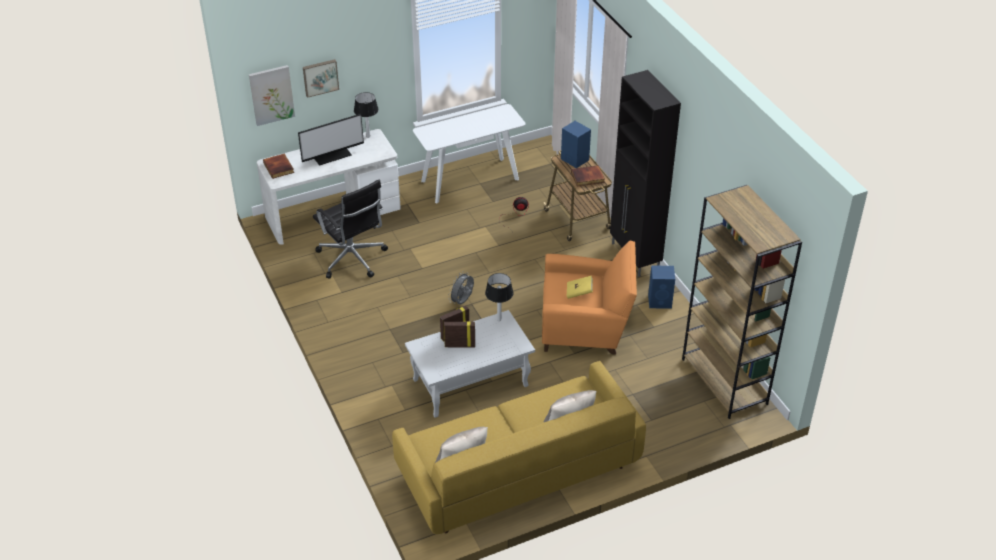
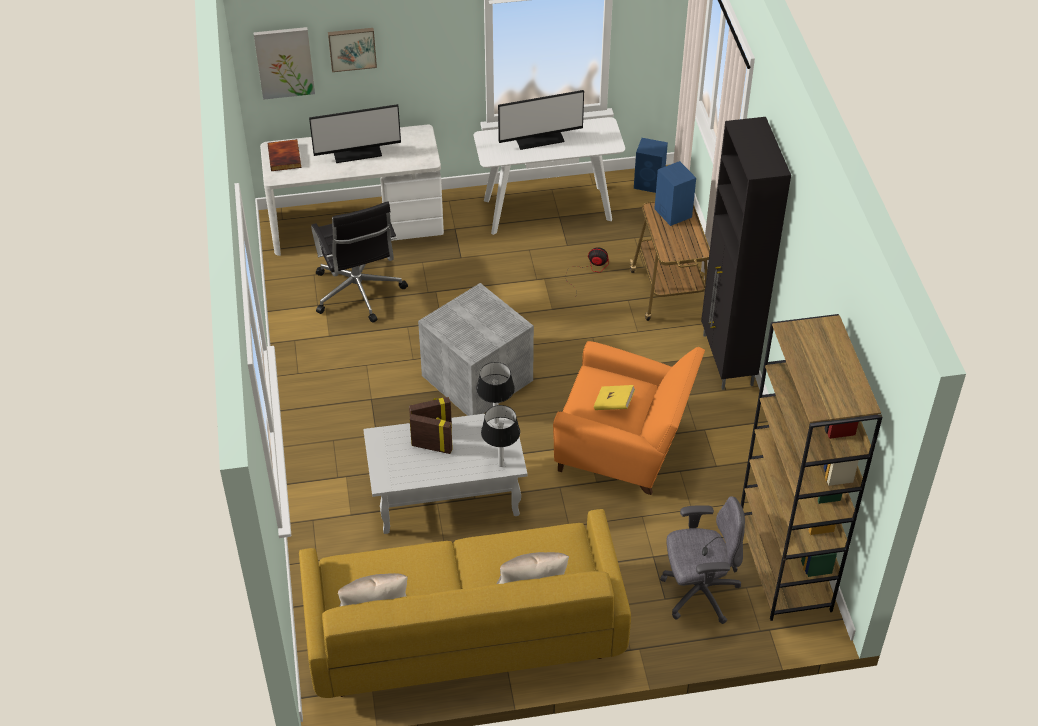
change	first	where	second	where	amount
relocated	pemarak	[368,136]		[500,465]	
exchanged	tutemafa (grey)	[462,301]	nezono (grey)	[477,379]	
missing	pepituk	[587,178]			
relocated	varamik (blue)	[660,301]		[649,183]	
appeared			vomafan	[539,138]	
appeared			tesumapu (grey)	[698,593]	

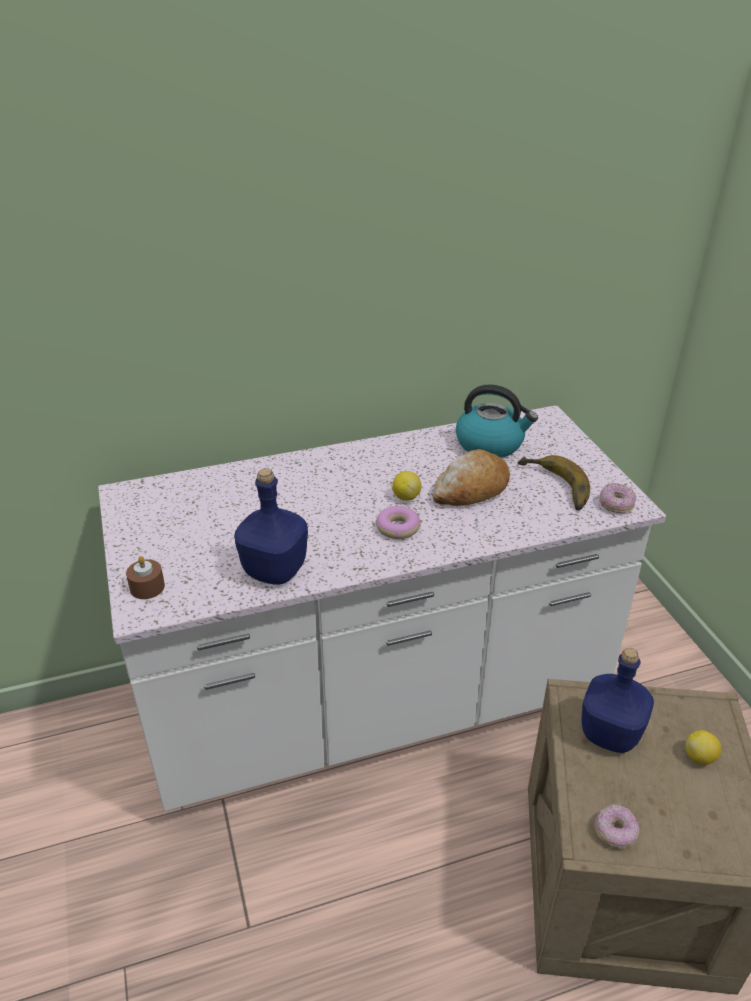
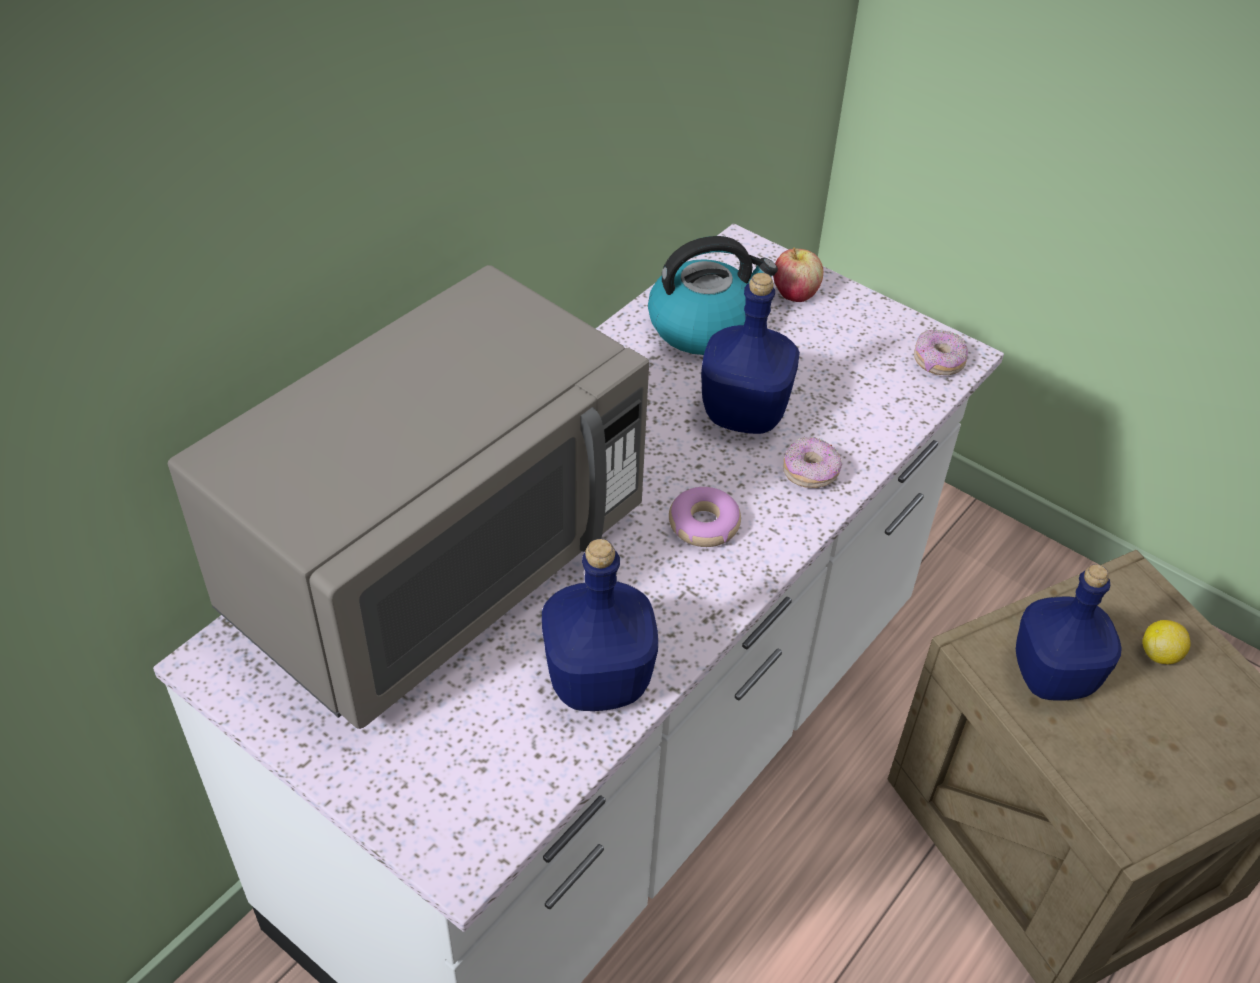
change	first	where	second	where	amount
missing	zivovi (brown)	[147,587]			
missing	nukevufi	[406,497]			
exchanged	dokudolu	[471,489]	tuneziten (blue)	[744,415]	
missing	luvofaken	[553,488]			
relocated	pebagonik	[615,832]		[810,473]	
appeared			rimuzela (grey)	[437,567]	
appeared			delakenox	[795,294]	

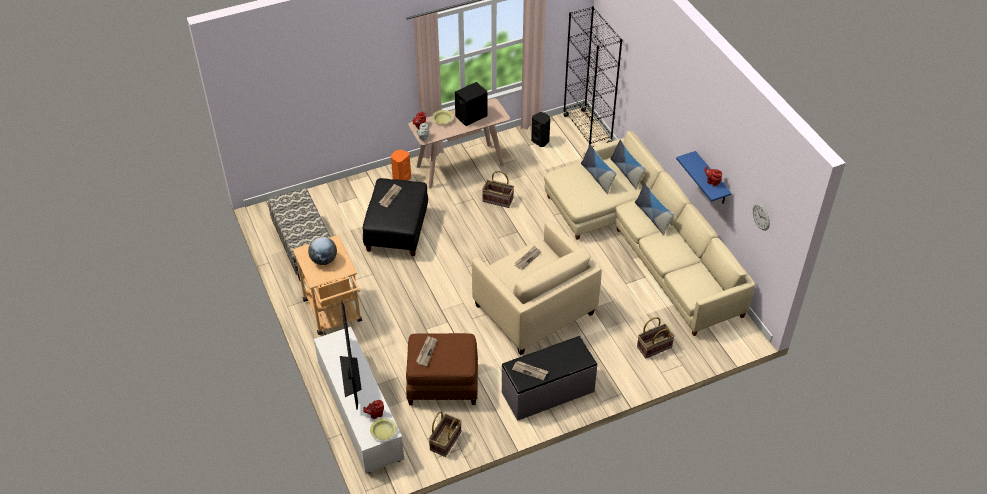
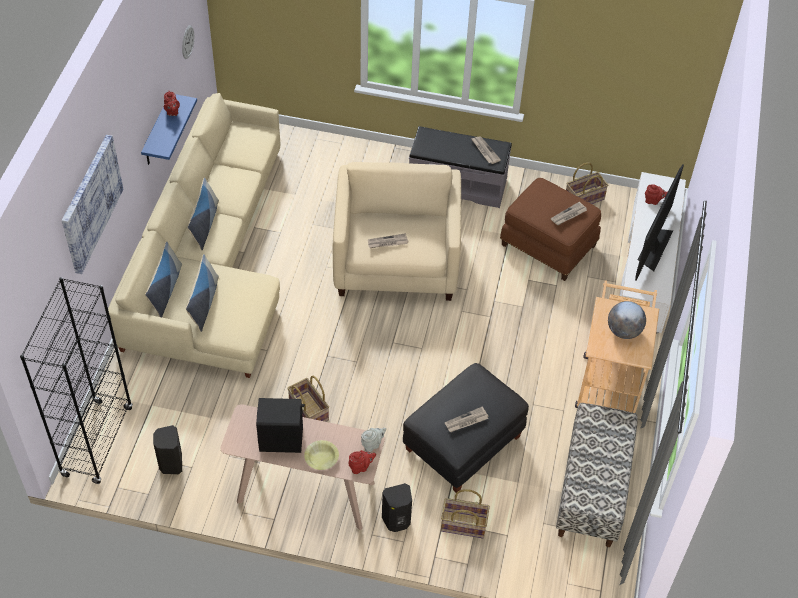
change	first	where	second	where	amount
missing	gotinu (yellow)	[383,431]			
colour	varamik (orange)	[401,179]	varamik (black)	[397,521]	
relocated	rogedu	[654,346]		[463,525]	
appeared			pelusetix	[90,203]	

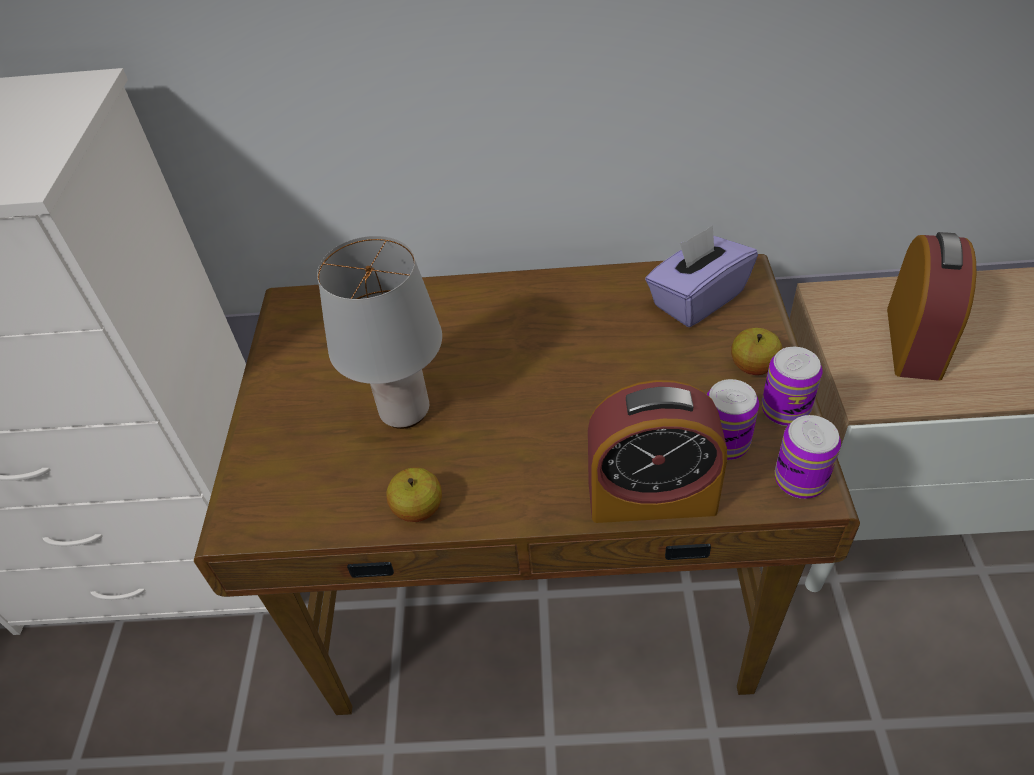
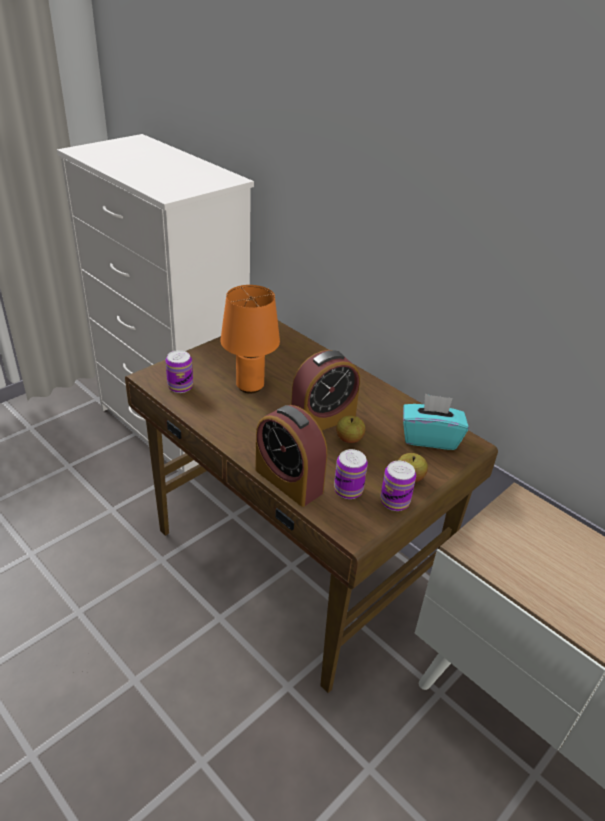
change	first	where	second	where	amount
colour	pemarak (grey)	[404,413]	pemarak (orange)	[249,387]	
relocated	delakenox	[418,509]		[349,439]	
colour	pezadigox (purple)	[696,299]	pezadigox (turquoise)	[430,438]	
relocated	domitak	[800,480]		[180,386]	
relocated	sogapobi	[913,342]		[323,419]	

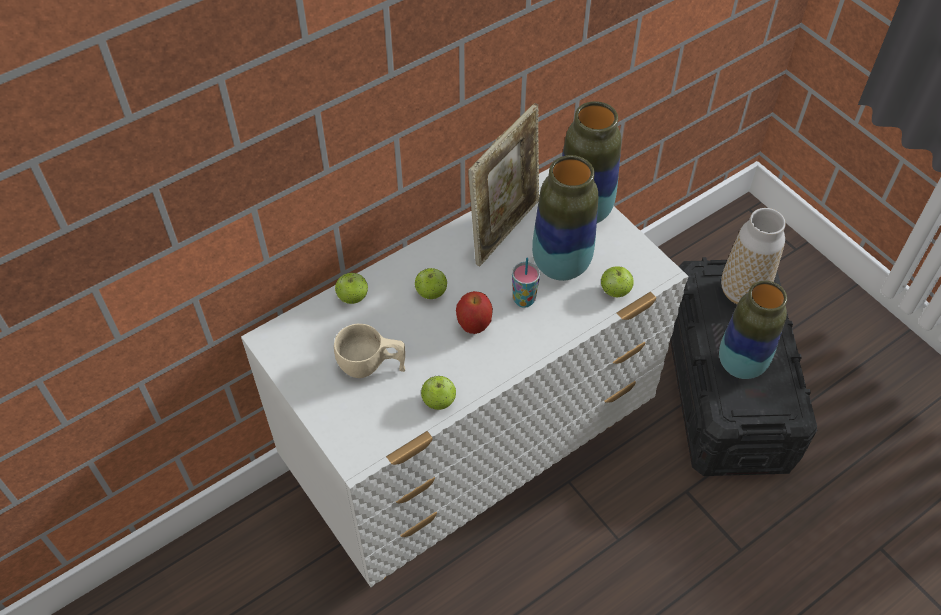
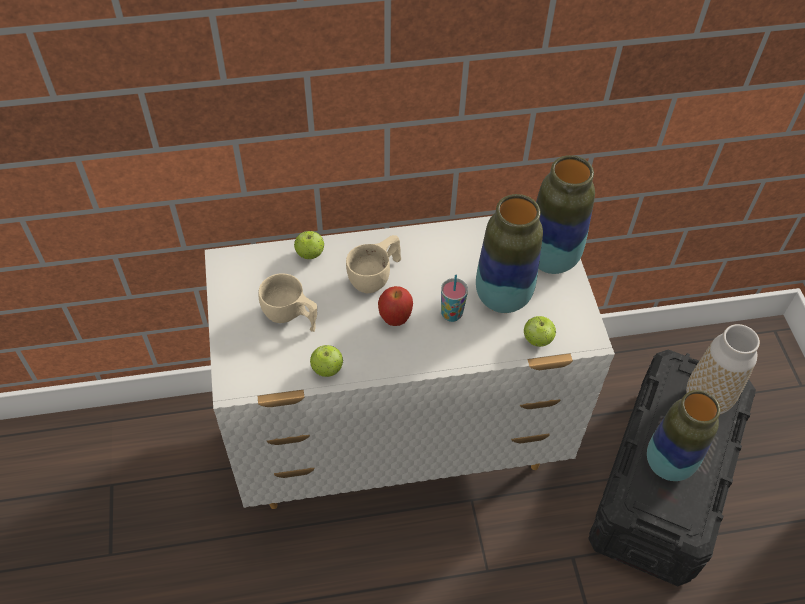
change	first	where	second	where	amount
exchanged	delakenox	[431,293]	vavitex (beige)	[376,276]	
missing	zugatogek	[505,229]			

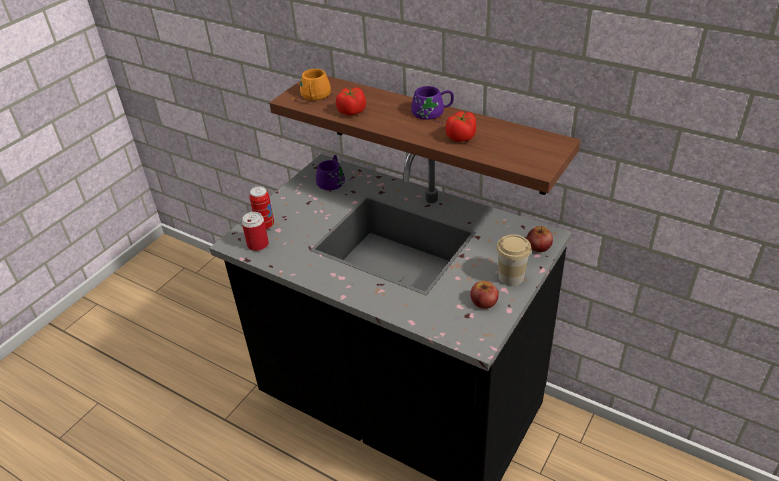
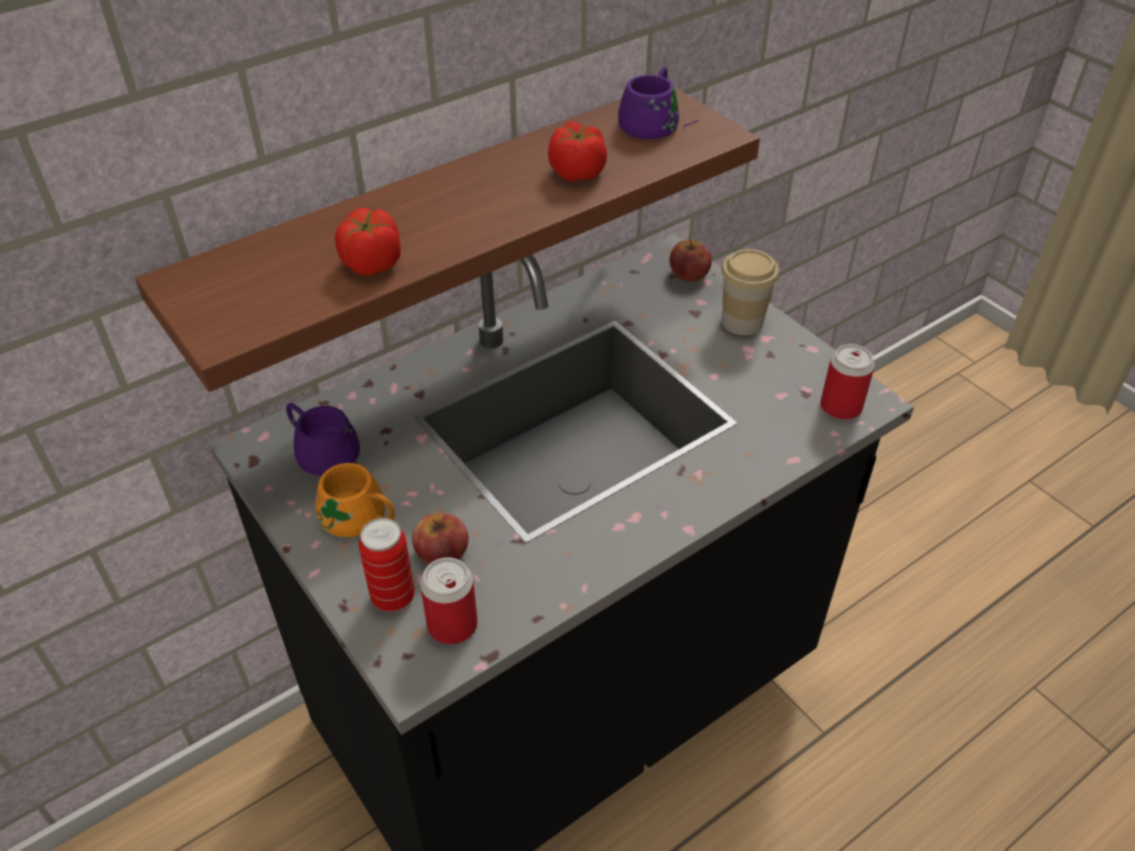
change	first	where	second	where	amount
relocated	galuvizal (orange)	[311,96]		[356,522]	
relocated	galuvizal (purple)	[432,114]		[657,122]	
relocated	delakenox	[484,302]		[442,551]	
appeared			domitak	[841,407]	

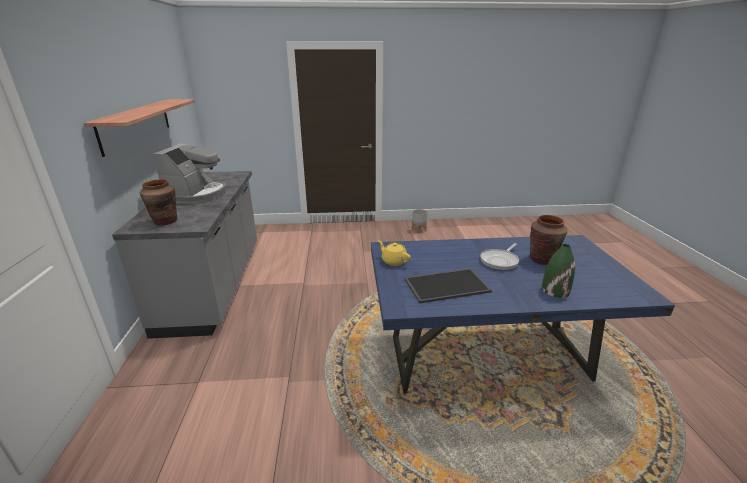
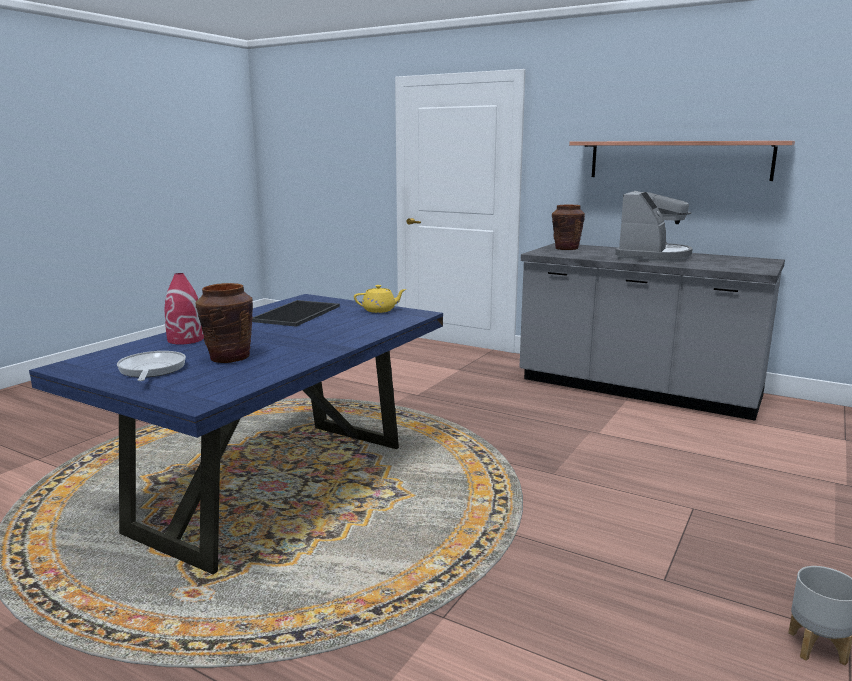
change	first	where	second	where	amount
spun	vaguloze	[197,195]		[652,256]	105 degrees counterclockwise
relocated	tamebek	[500,261]		[151,370]	
colour	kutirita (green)	[555,290]	kutirita (red)	[186,339]	

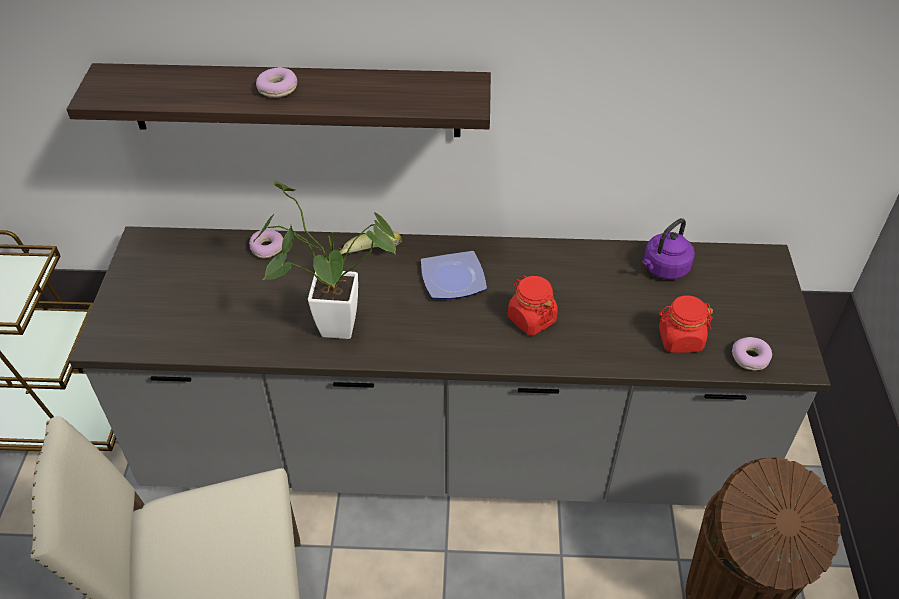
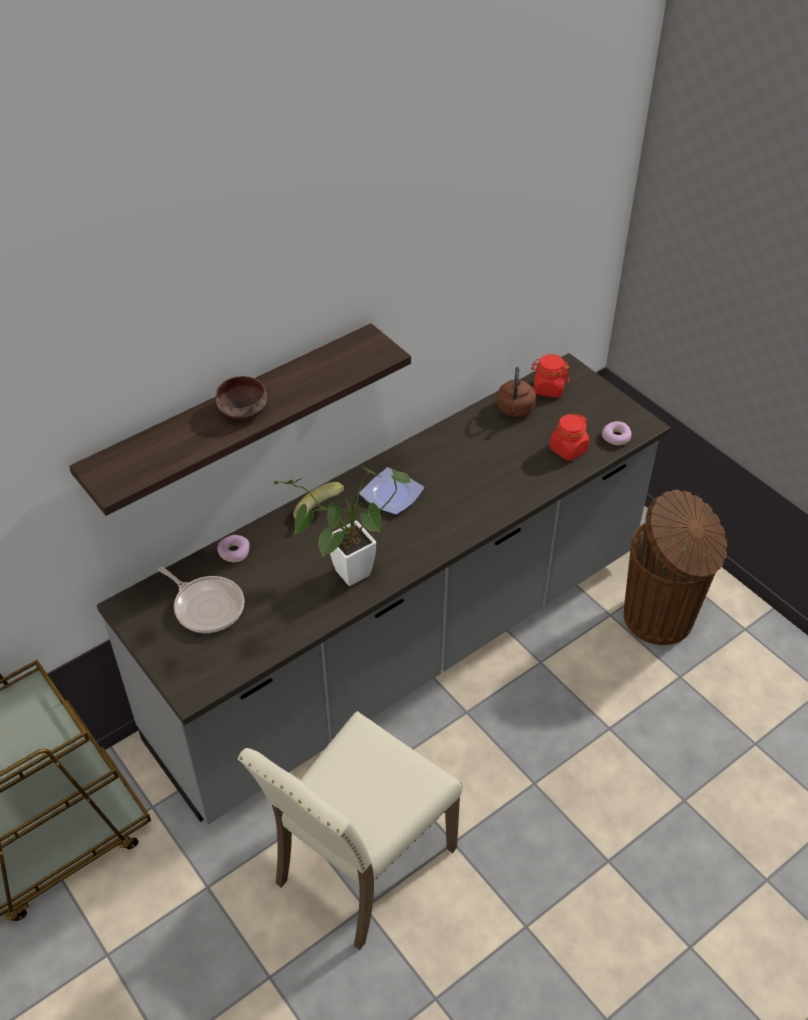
change	first	where	second	where	amount
exchanged	pebagonik	[277,89]	gotinu (brown)	[244,409]	
relocated	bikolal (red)	[531,319]		[548,388]	
colour	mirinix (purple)	[664,269]	mirinix (brown)	[515,410]	
appeared			tamebek	[207,606]	

